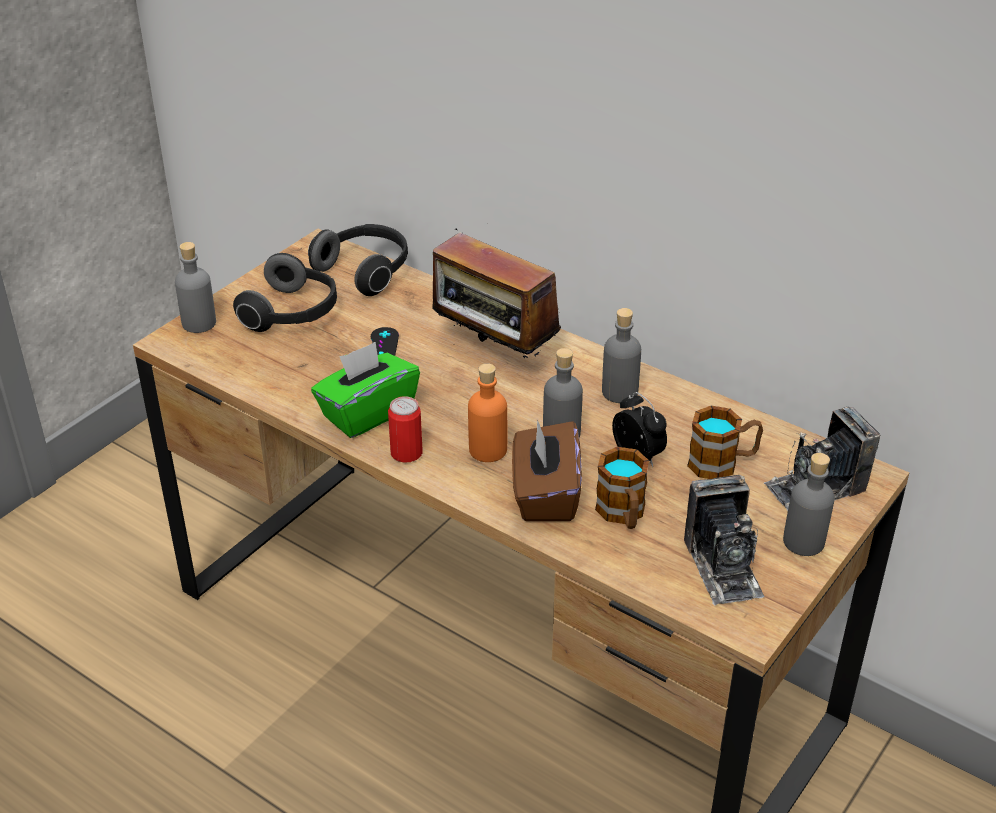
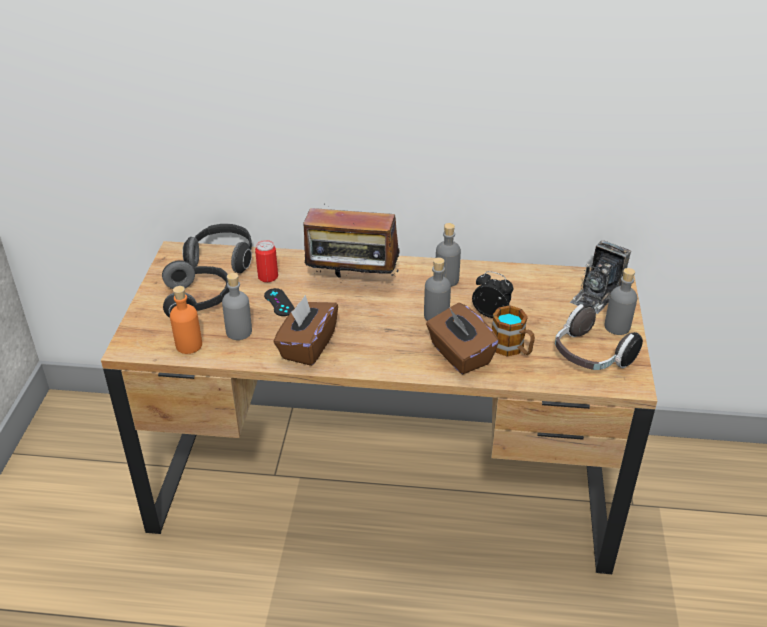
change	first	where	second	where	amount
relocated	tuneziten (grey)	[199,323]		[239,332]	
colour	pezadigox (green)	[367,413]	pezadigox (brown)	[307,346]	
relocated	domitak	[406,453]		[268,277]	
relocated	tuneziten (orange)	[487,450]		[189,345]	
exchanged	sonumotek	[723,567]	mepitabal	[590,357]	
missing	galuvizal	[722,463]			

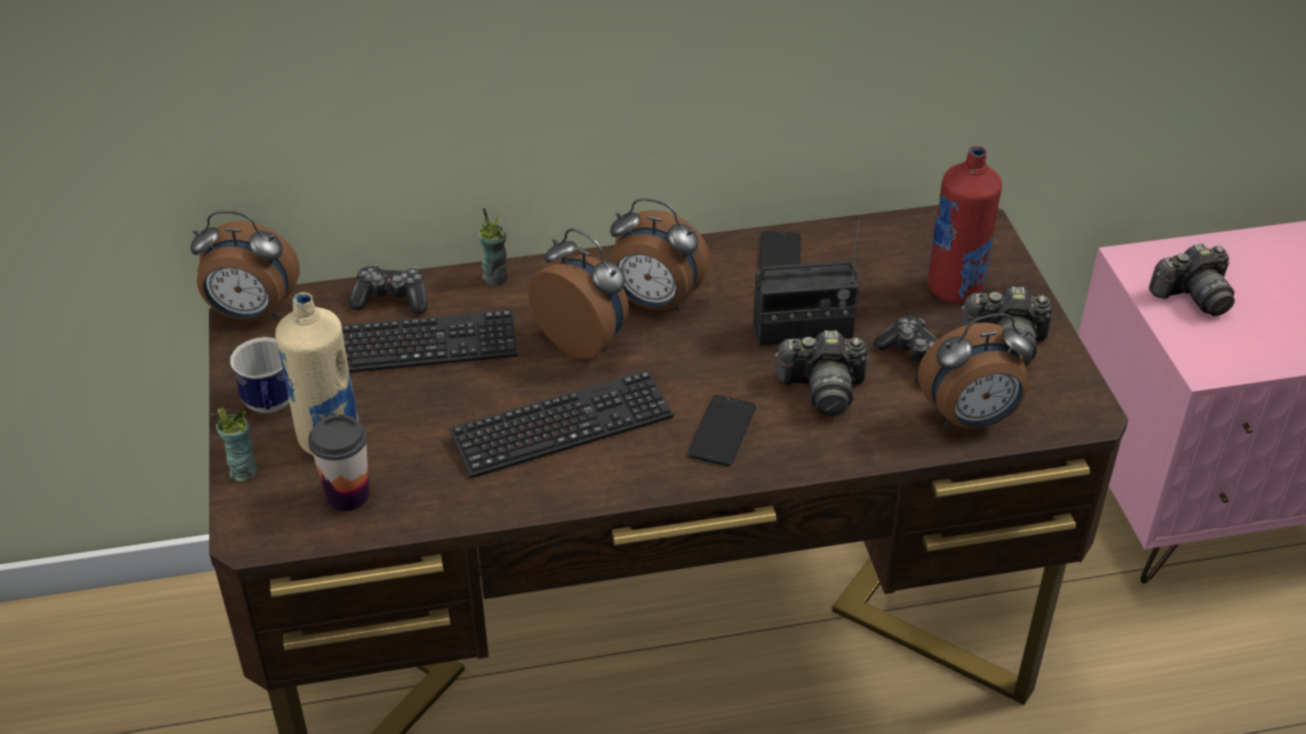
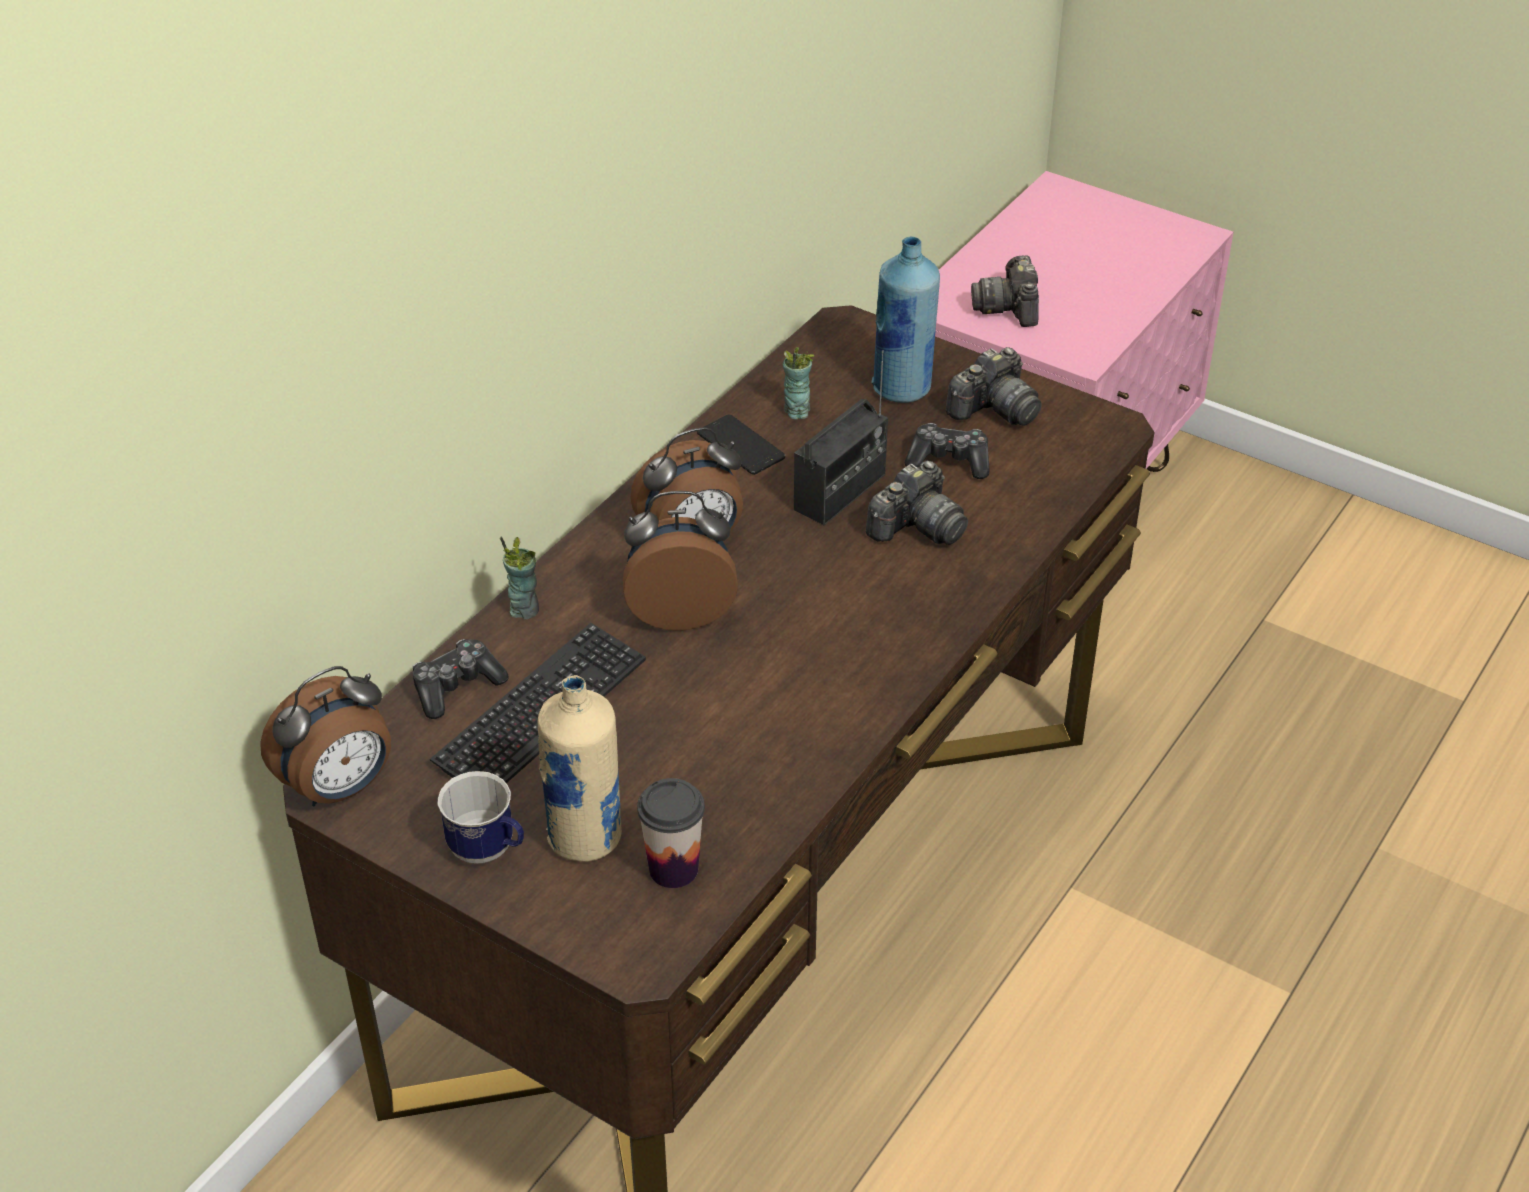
change	first	where	second	where	amount
relocated	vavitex	[243,471]		[796,411]	
missing	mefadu	[562,427]			
missing	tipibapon	[722,431]			
missing	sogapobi	[970,419]			
colour	tuneziten (red)	[954,288]	tuneziten (blue)	[902,388]	
spun	sonumotek	[1193,296]		[1009,308]	150 degrees clockwise

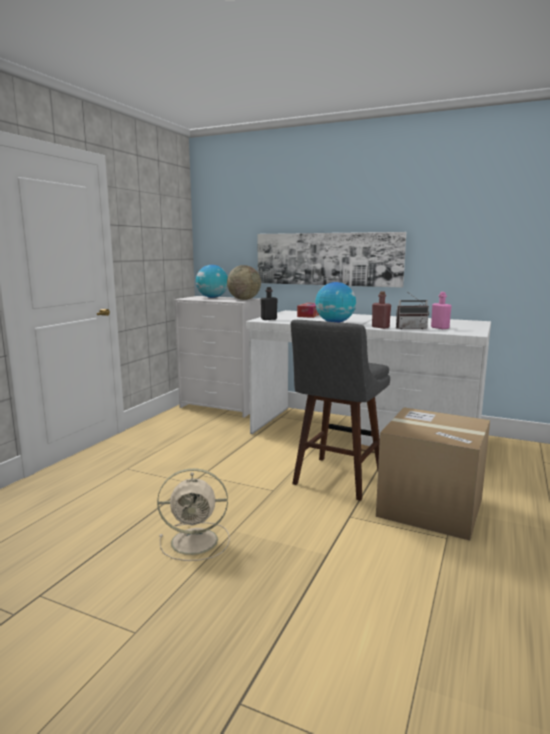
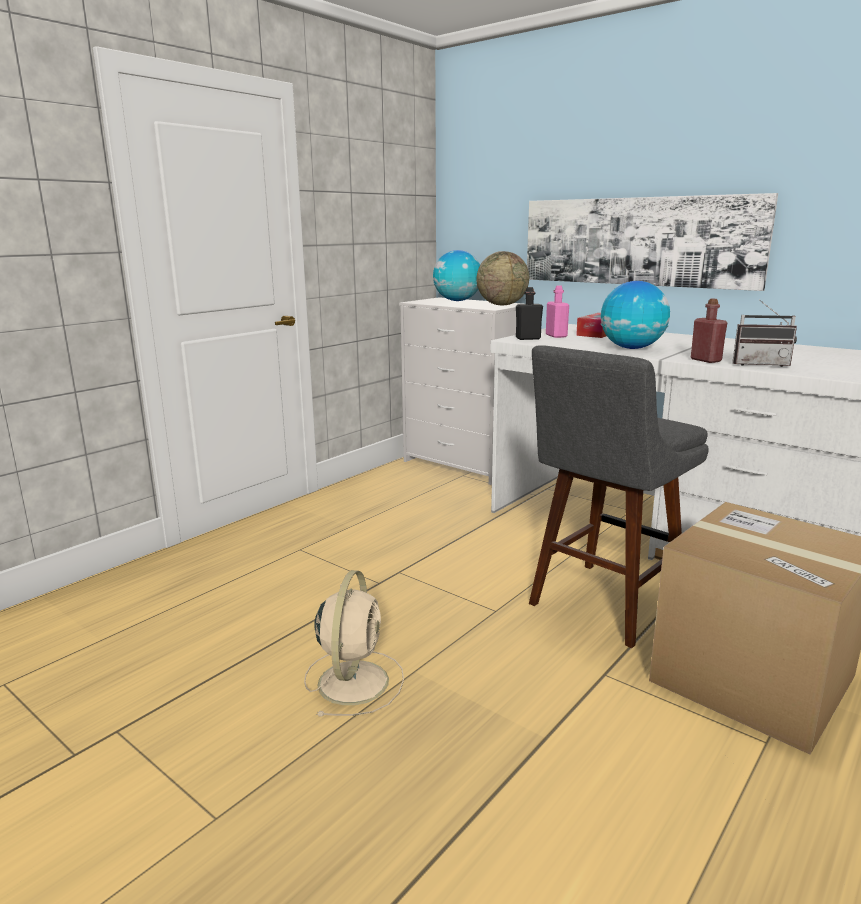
change	first	where	second	where	amount
spun	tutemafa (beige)	[196,541]		[354,680]	90 degrees counterclockwise
relocated	tuneziten (pink)	[440,328]		[556,336]	

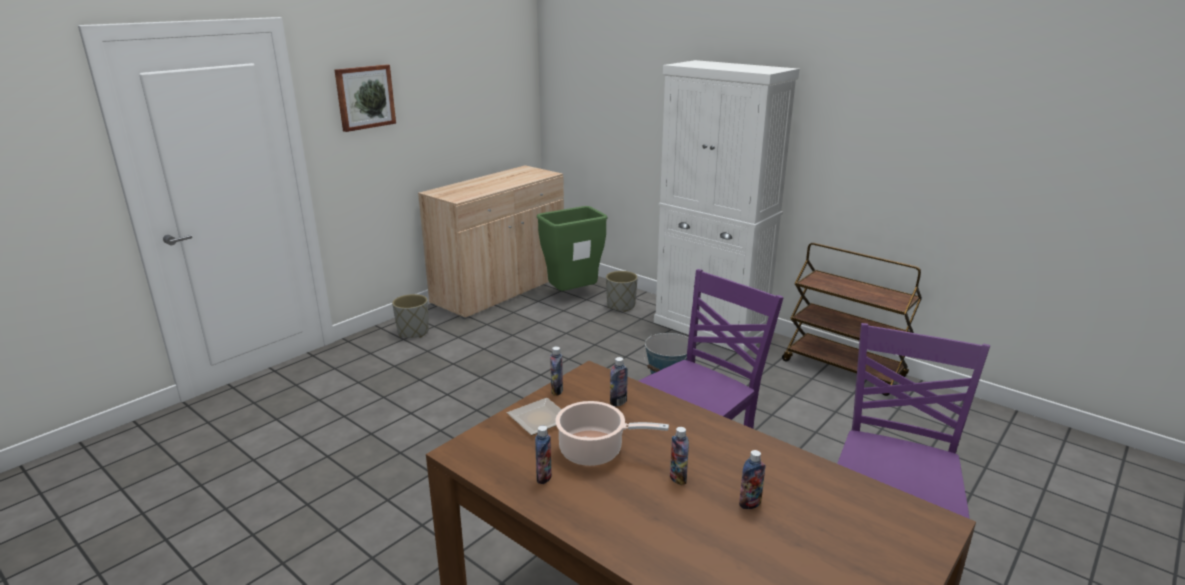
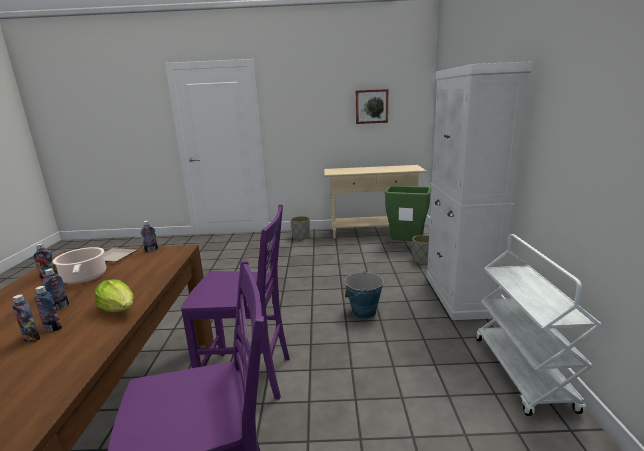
change	first	where	second	where	amount
relocated	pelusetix	[365,97]		[371,106]	
exchanged	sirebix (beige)	[500,290]	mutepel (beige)	[373,232]	
relocated	tuneziten	[618,402]		[53,328]	
colour	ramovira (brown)	[844,369]	ramovira (white)	[522,373]	
appeared			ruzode	[119,309]	

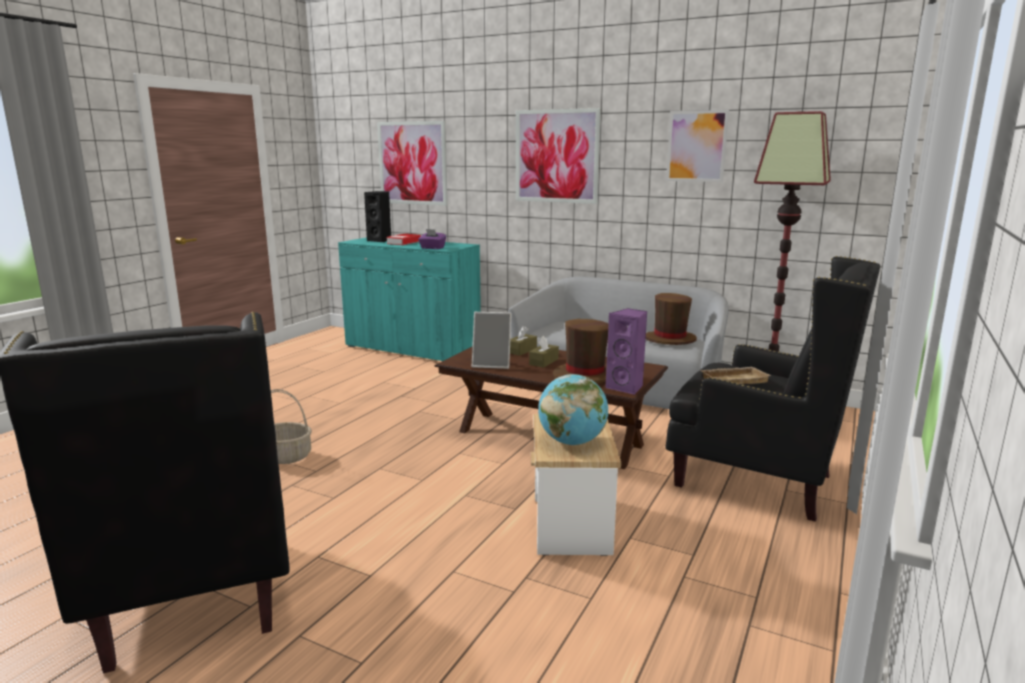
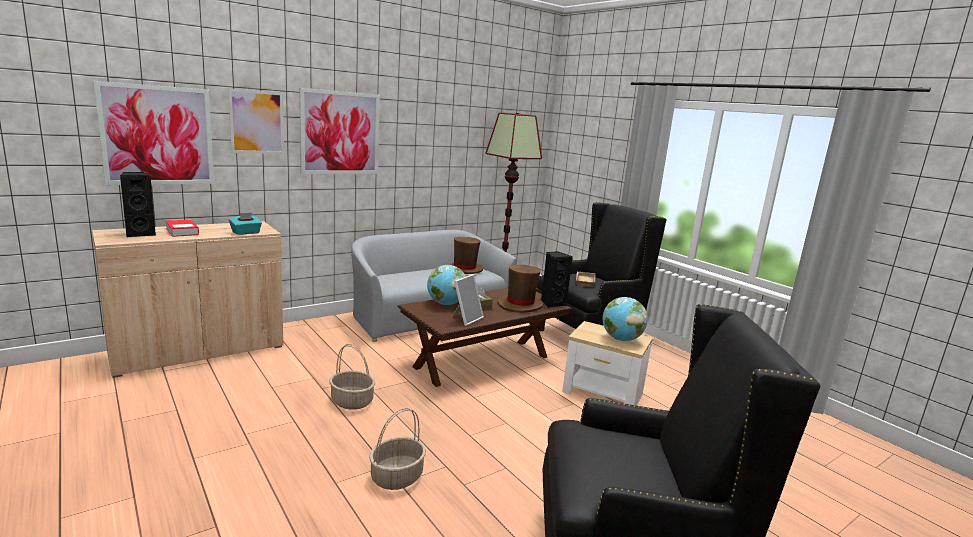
change	first	where	second	where	amount
colour	sirebix (turquoise)	[412,349]	sirebix (beige)	[199,350]	
colour	pezadigox (purple)	[432,248]	pezadigox (turquoise)	[246,232]	
exchanged	pezadigox (brown)	[522,350]	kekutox	[445,304]	
colour	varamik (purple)	[626,387]	varamik (black)	[552,303]	
relocated	pelusetix	[696,146]		[257,122]	
appeared			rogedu	[352,401]	

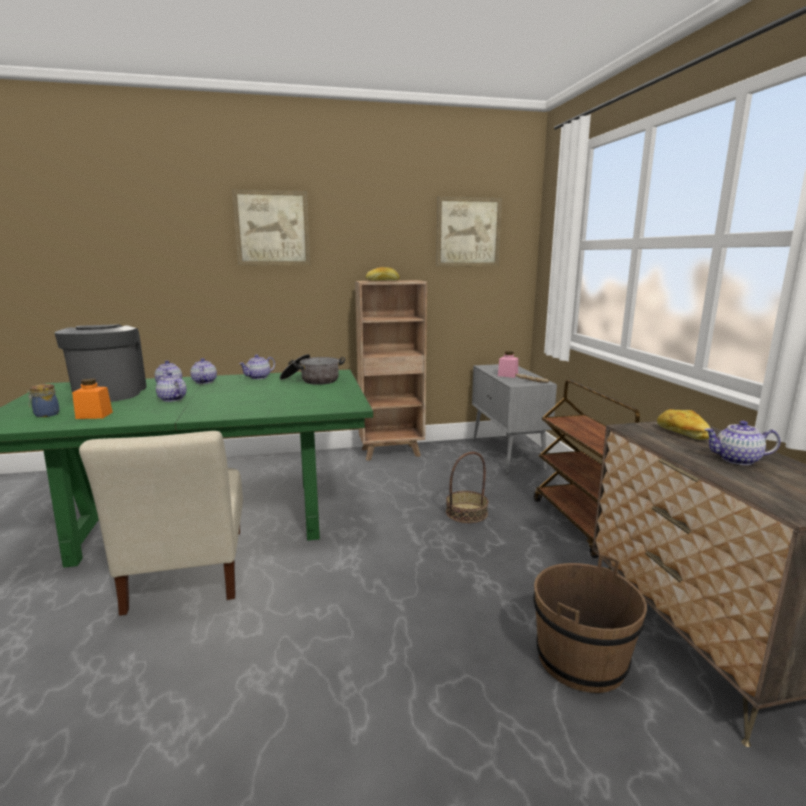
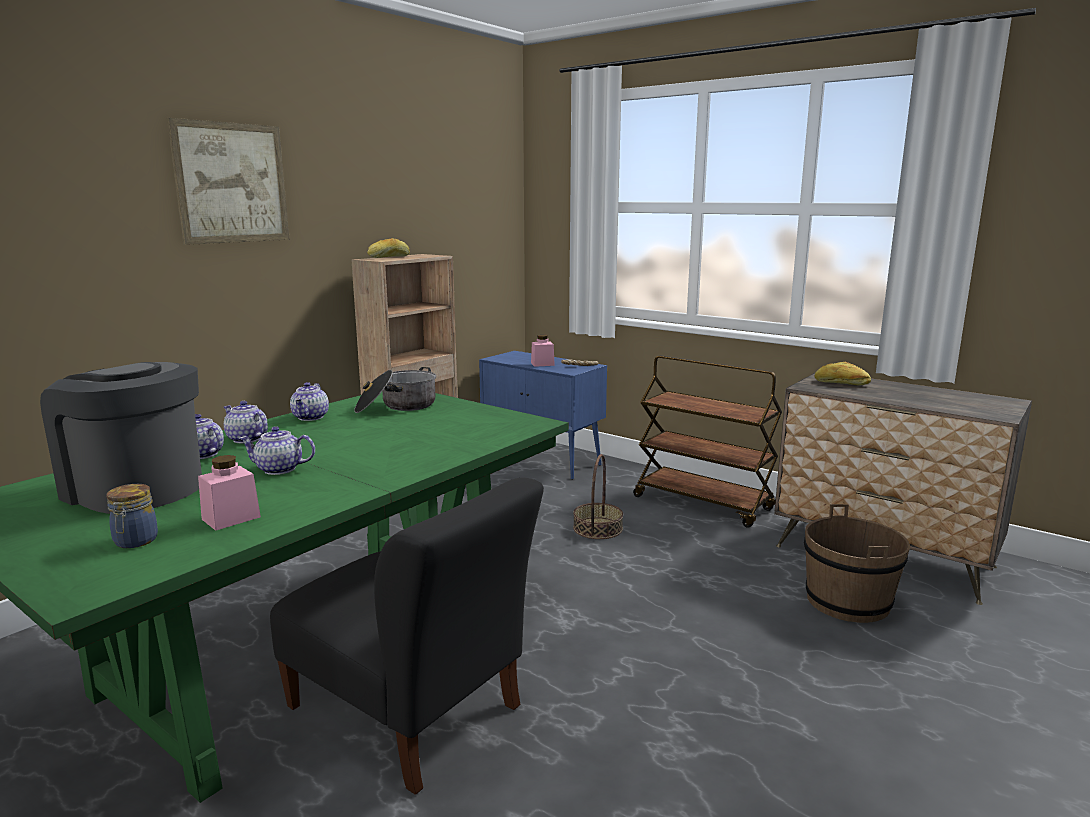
change	first	where	second	where	amount
colour	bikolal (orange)	[94,415]	bikolal (pink)	[231,518]	
colour	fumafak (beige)	[187,573]	fumafak (black)	[410,712]	
missing	pelusetix	[468,232]			
colour	sirebix (grey)	[507,454]	sirebix (blue)	[543,460]	
missing	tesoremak	[737,460]			

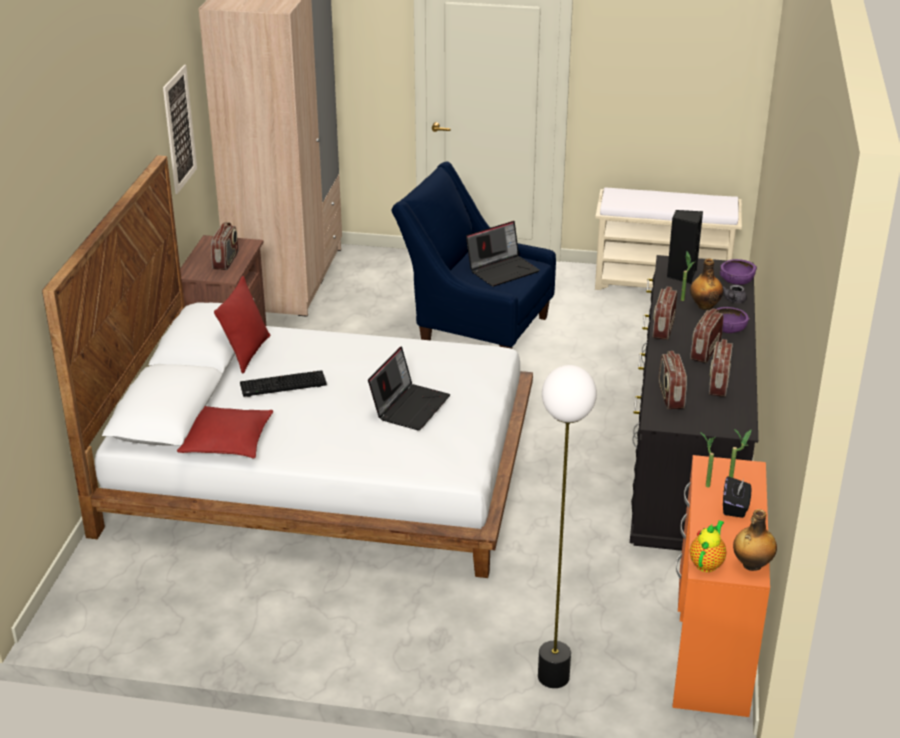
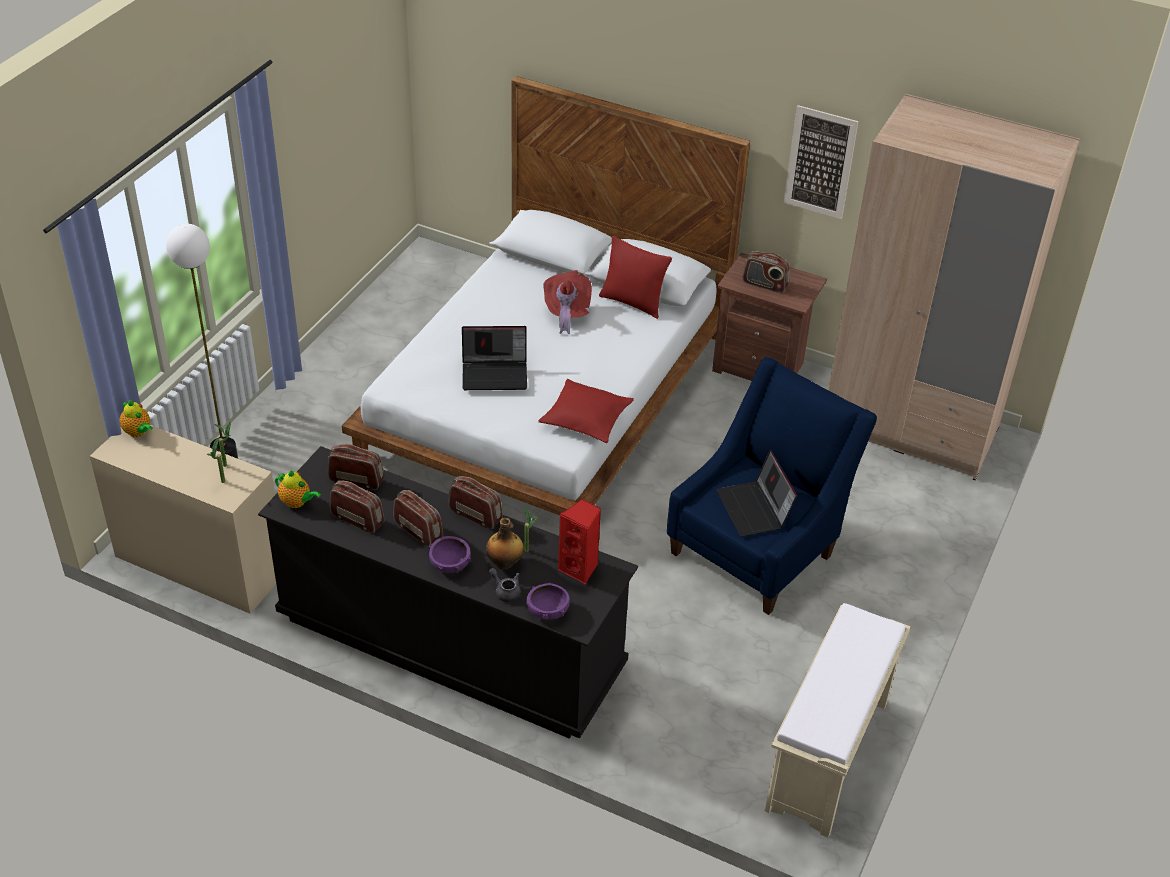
change	first	where	second	where	amount
relocated	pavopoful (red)	[227,441]		[586,419]	
exchanged	mefadu	[282,386]	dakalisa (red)	[566,312]	
spun	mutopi	[410,406]		[495,373]	45 degrees counterclockwise
colour	varamik (black)	[681,275]	varamik (red)	[580,568]	
colour	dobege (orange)	[712,643]	dobege (beige)	[199,564]	
missing	pezadigox (black)	[735,507]			
missing	tuneziten	[751,565]			
appeared			tesoremak	[297,502]	

